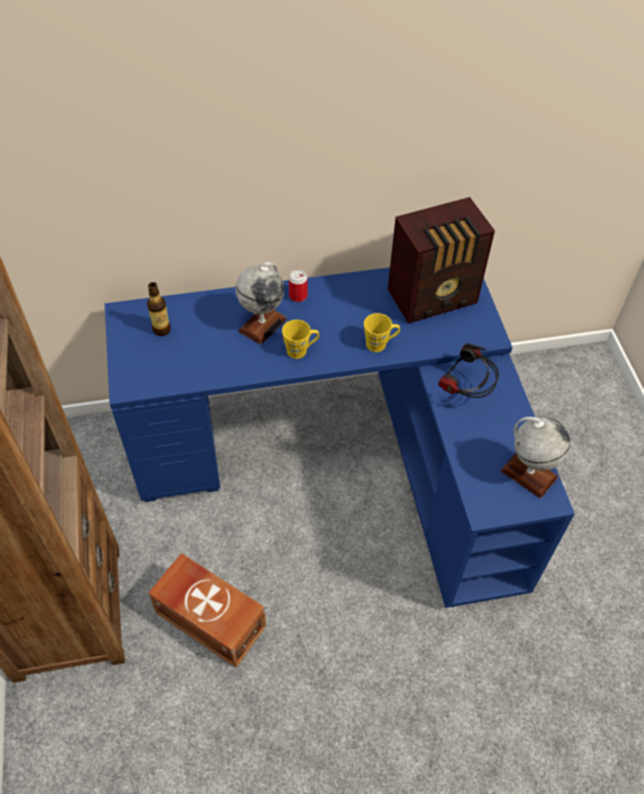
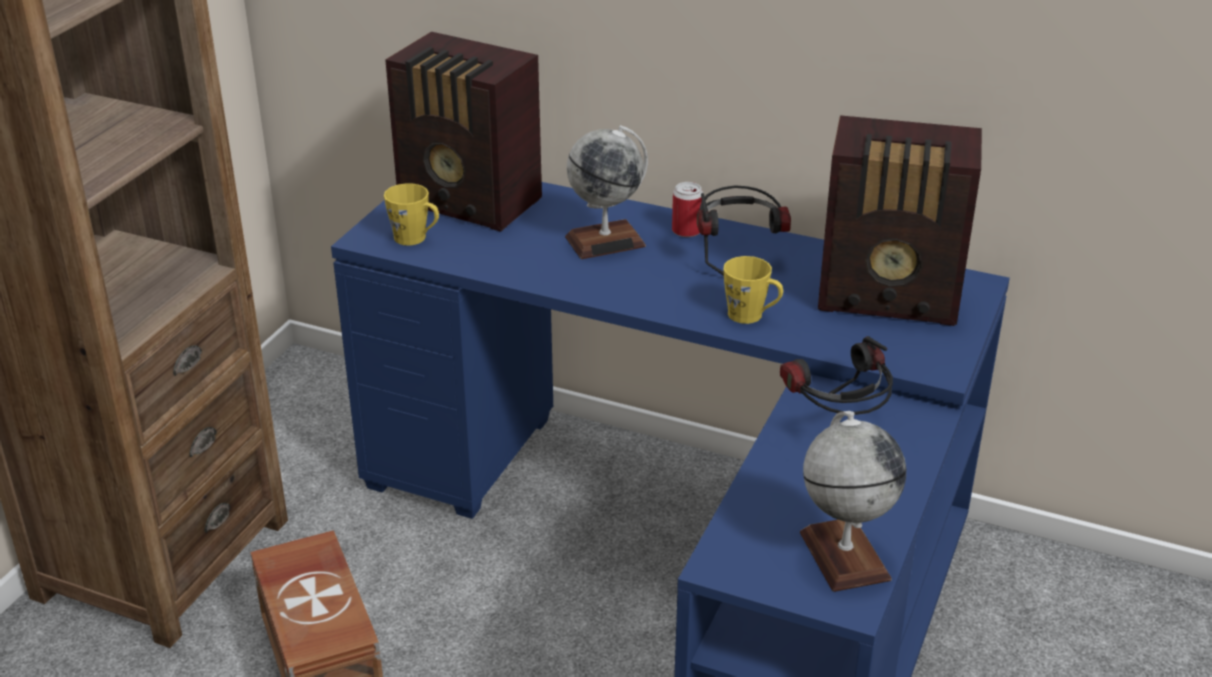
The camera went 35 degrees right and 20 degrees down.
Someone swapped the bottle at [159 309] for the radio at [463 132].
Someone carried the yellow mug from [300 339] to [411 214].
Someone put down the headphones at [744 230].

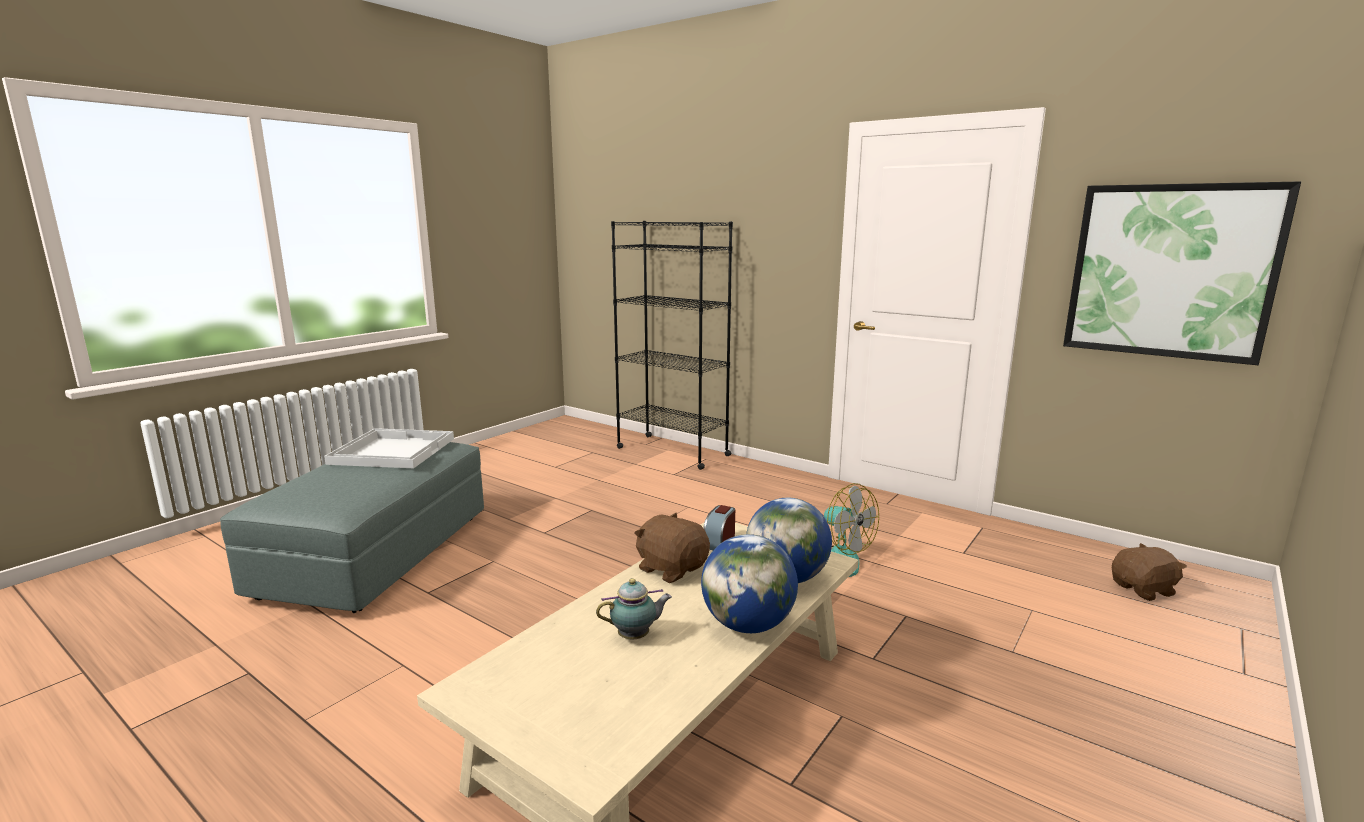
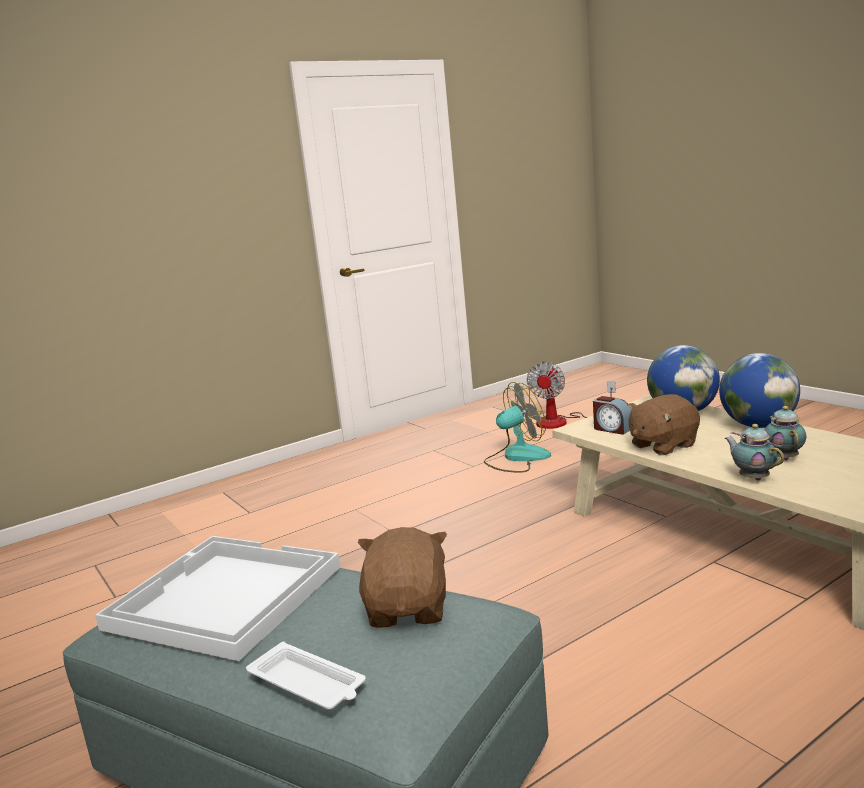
The camera went 70 degrees left and 0 degrees up.
Someone took away the black bookcase at [672 345].
Someone took away the picture at [1182 273].
Someone carried the brown plush toy from [1149 572] to [402 577].
Someone put down the white tray at [306 675].
Someone put down the fan at [571 395].
Someone put down the teapot at [754 452].

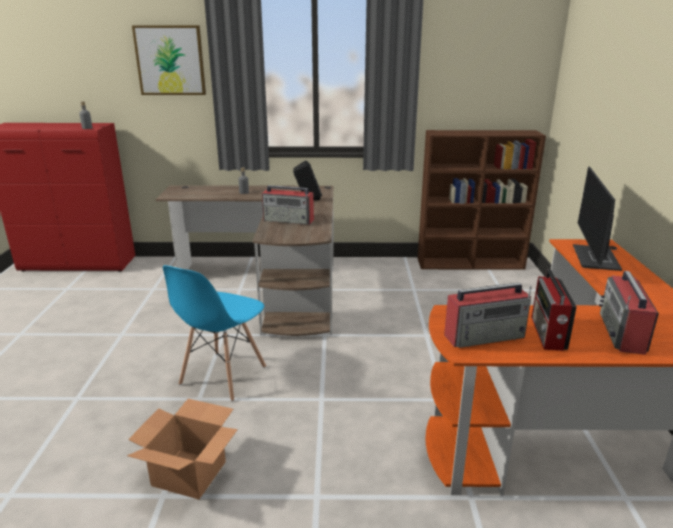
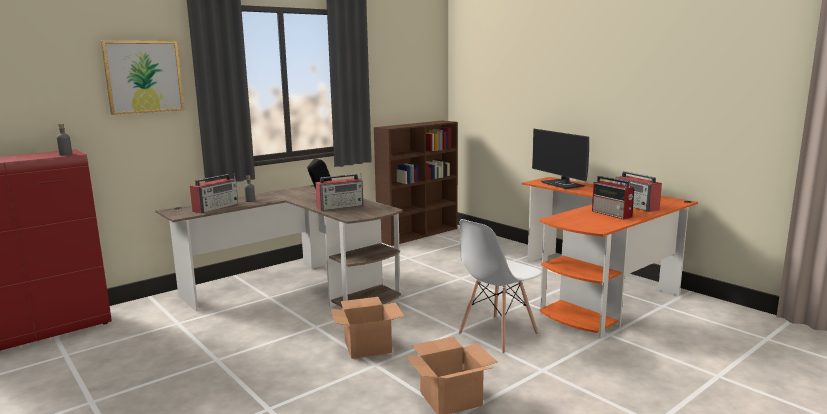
The camera went 40 degrees left and 10 degrees down.
Someone swapped the blue chair at [214 333] for the cardboard box at [367 328].
Someone carried the radio from [488 315] to [214 193].
Someone put down the white chair at [501 286].

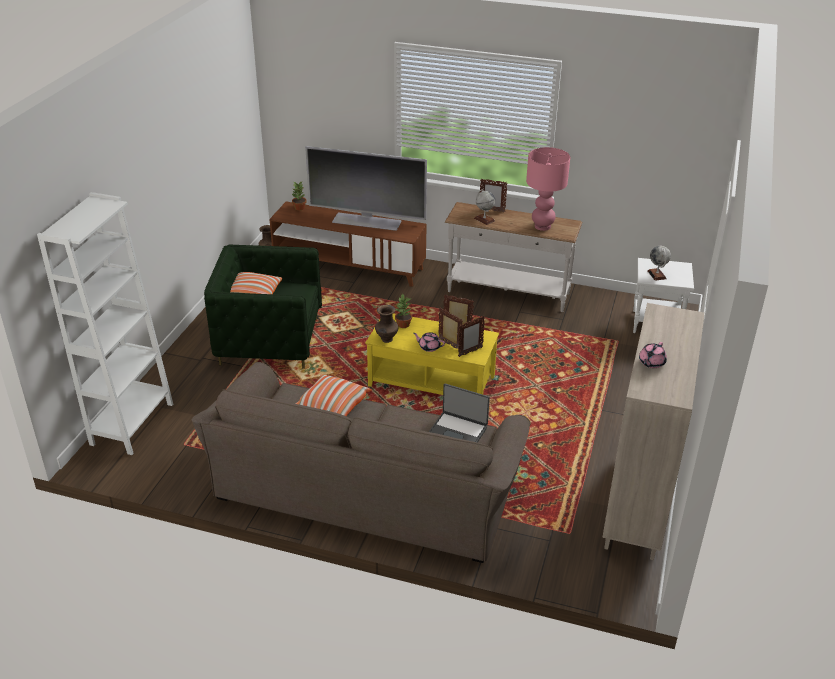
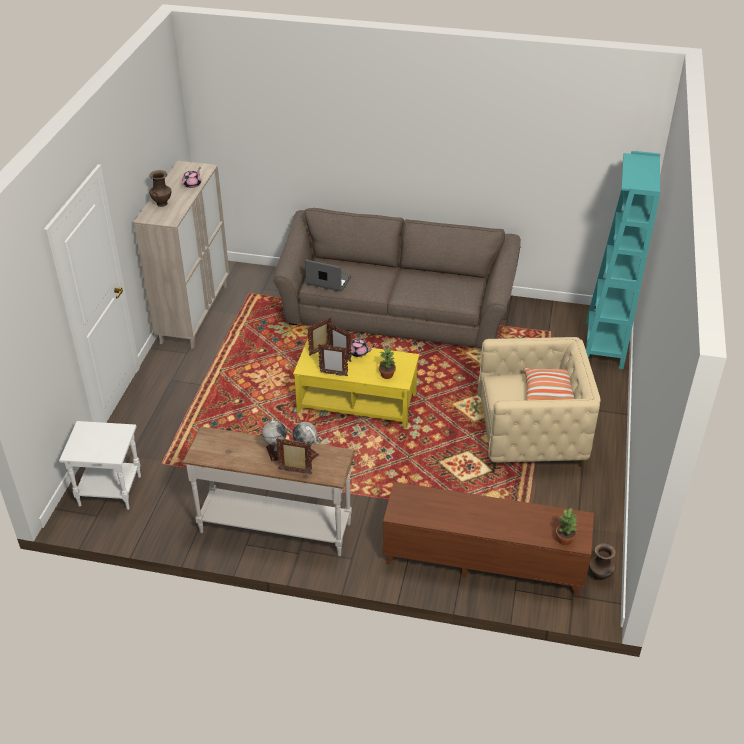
The camera went 175 degrees right and 5 degrees up.
Someone repainted the white bookcase at [105 323], which became the turquoise bookcase at [623 260].
Someone repainted the green armchair at [263 307], which became the beige armchair at [539 403].
Someone took away the pillow at [333 395].
Someone took away the television at [366 188].
Someone carried the brown vase from [386 324] to [160 188].
Someone took away the pink table lamp at [548 189].
Someone carried the globe from [659 263] to [274 440].

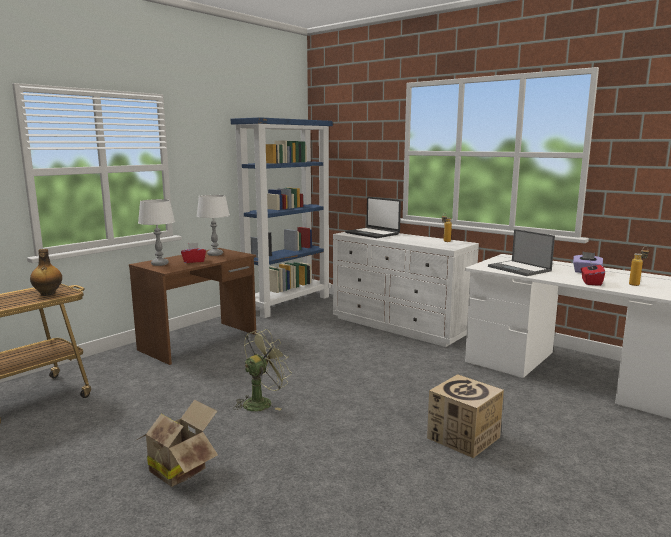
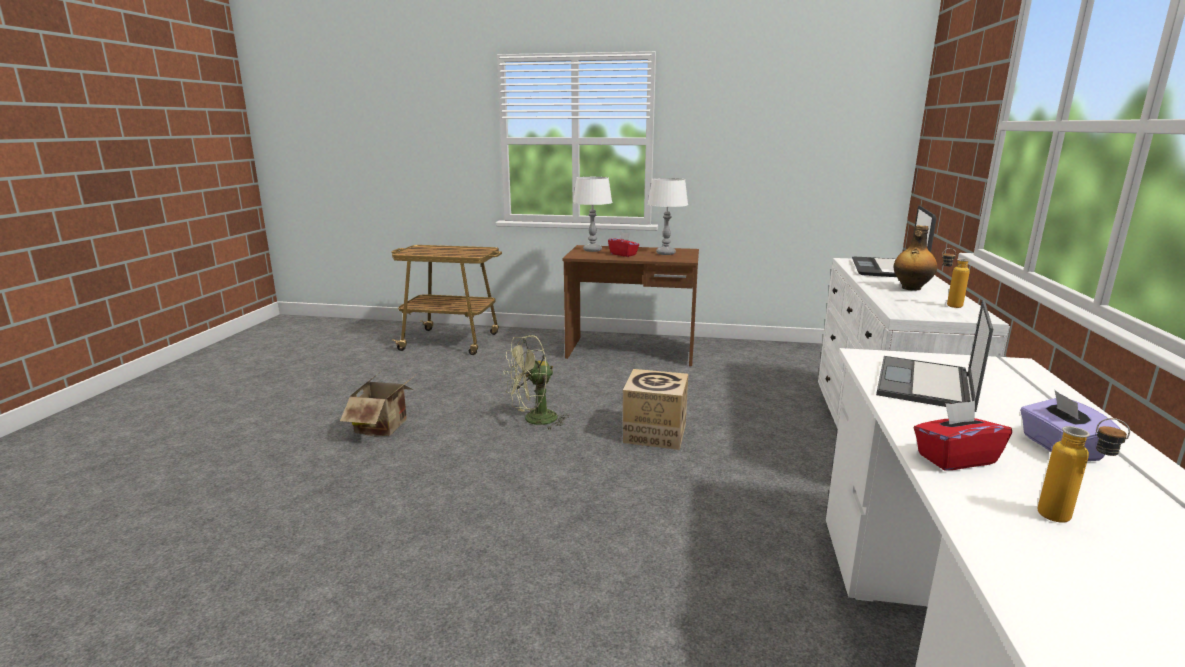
The camera went 60 degrees right and 5 degrees up.
Someone carried the bottle from [46 272] to [916 258].
Someone took away the blue bookcase at [282 217].
Someone rotated the green fan at [262 370] by 135 degrees clockwise.
Someone carried the cardboard box from [465 416] to [655 409].

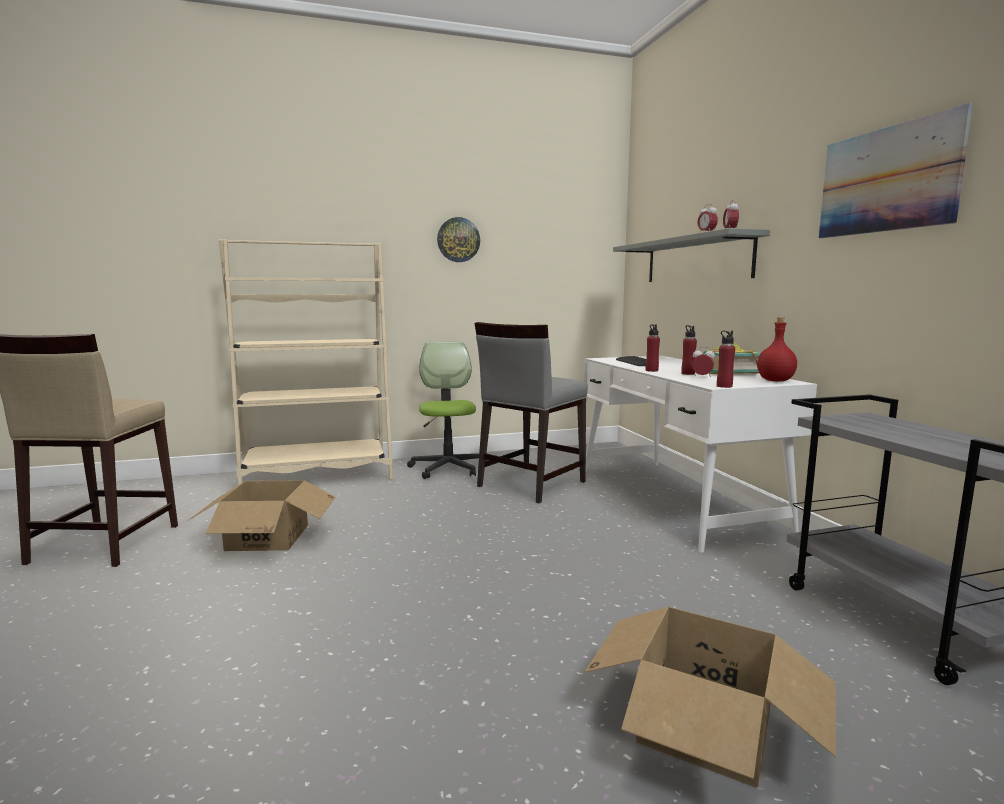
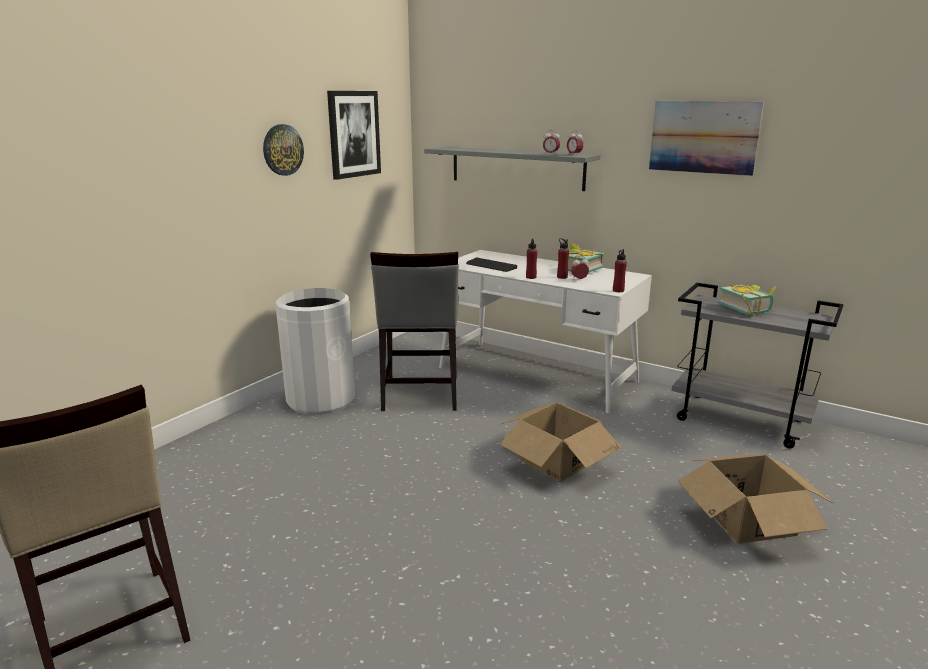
The camera went 40 degrees left and 10 degrees up.
Someone carried the cardboard box from [262 515] to [560 442].
Someone took away the beige bookcase at [306 362].
Someone swapped the office chair at [447 410] for the white trash can at [315 351].
Someone took away the red bottle at [777 349].
Someone put up the picture at [354 135].
Someone put down the book at [747 300].

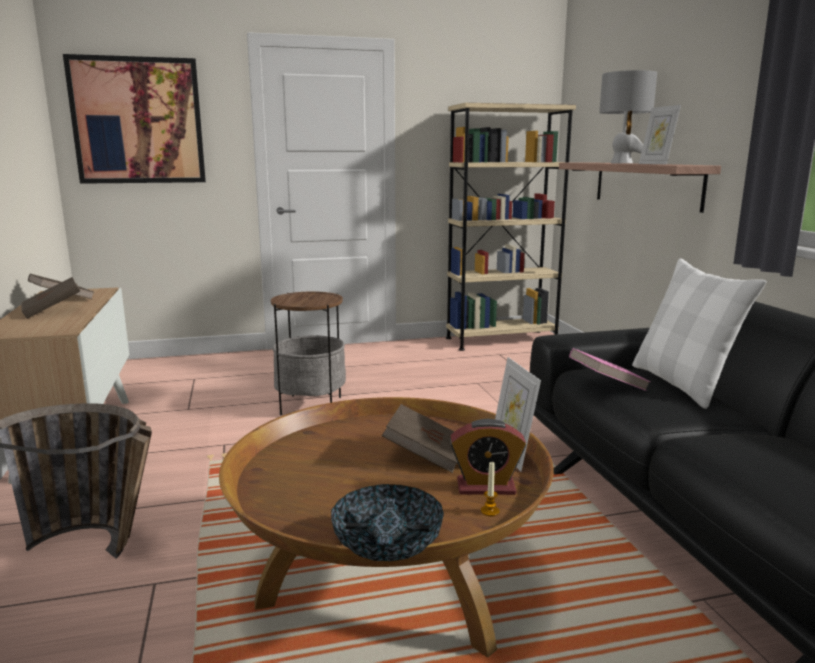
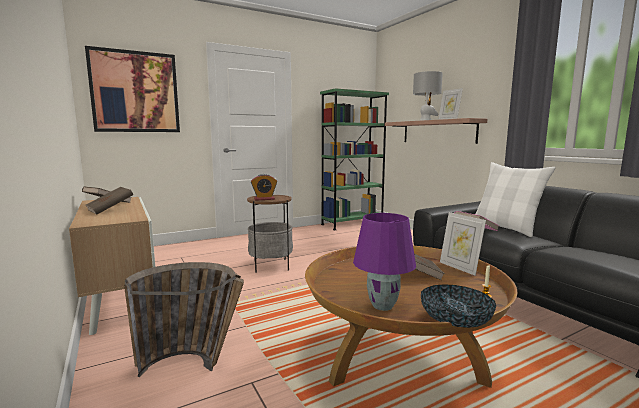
The camera went 15 degrees left and 5 degrees down.
Someone repainted the beige bookcase at [511 227], which became the green bookcase at [354 159].
Someone carried the alarm clock from [488 457] to [264 187].
Someone put down the purple table lamp at [384 262].

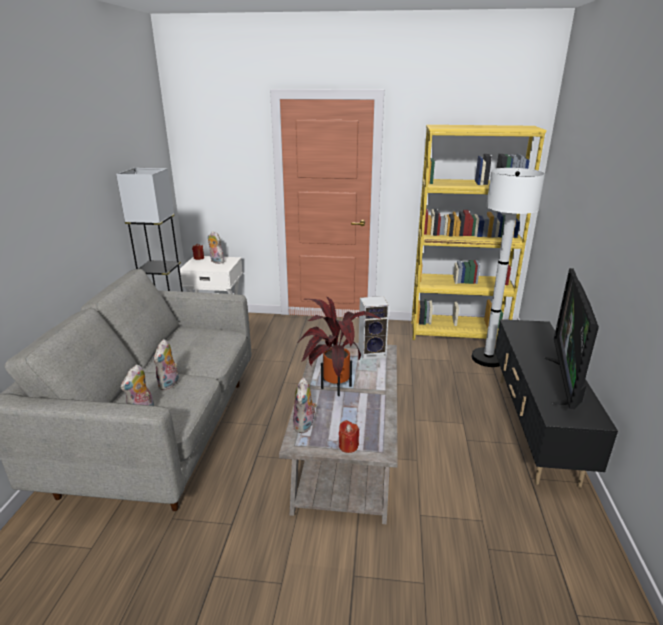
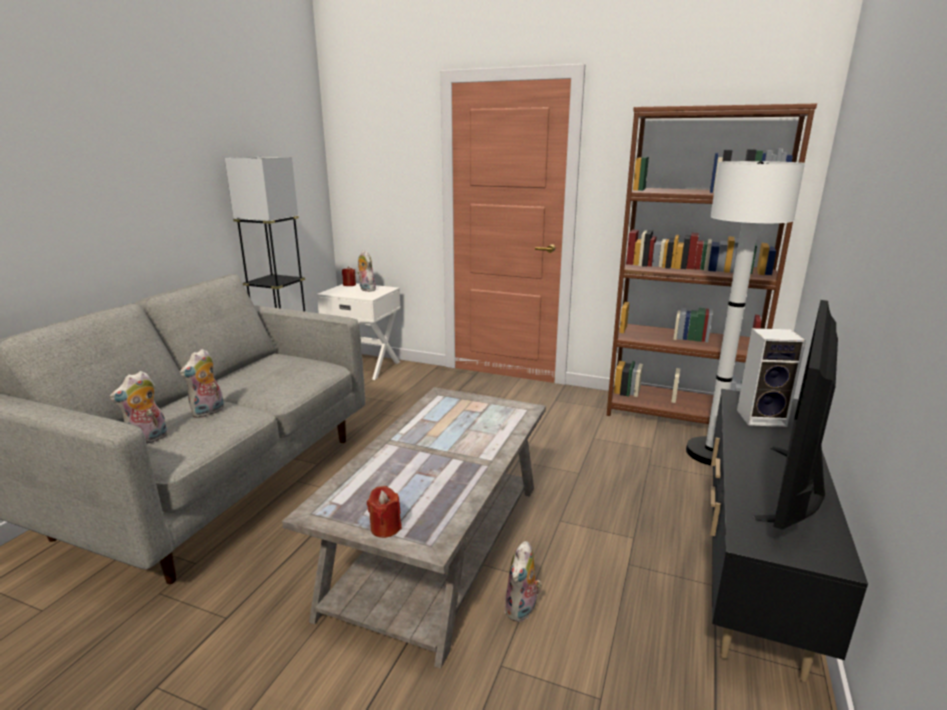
The camera went 15 degrees right and 5 degrees down.
Someone carried the plush toy from [305 405] to [523 581].
Someone took away the potted plant at [339 346].
Someone carried the speaker from [373 328] to [771 377].
Someone repainted the yellow bookcase at [478 232], which became the brown bookcase at [711 264].

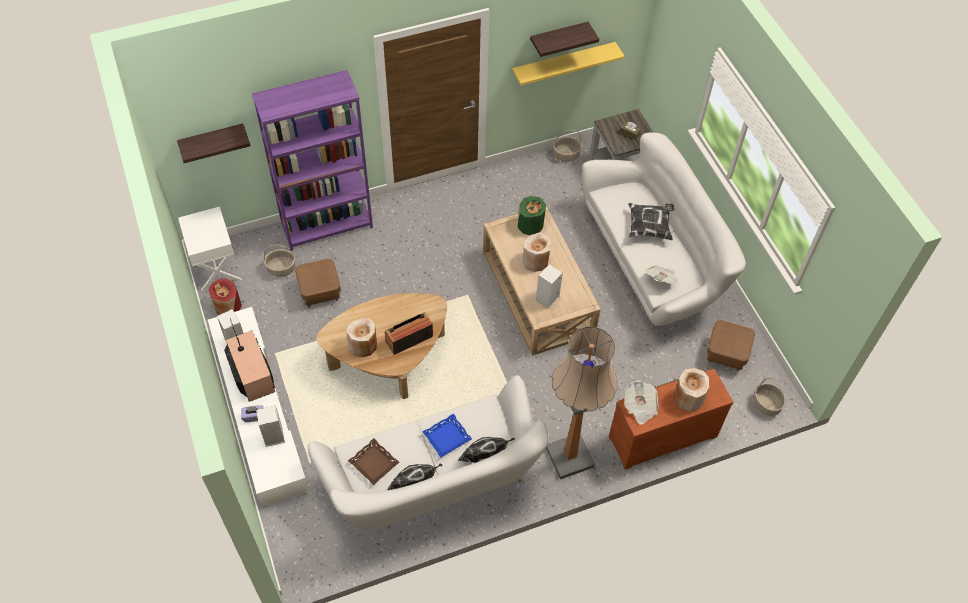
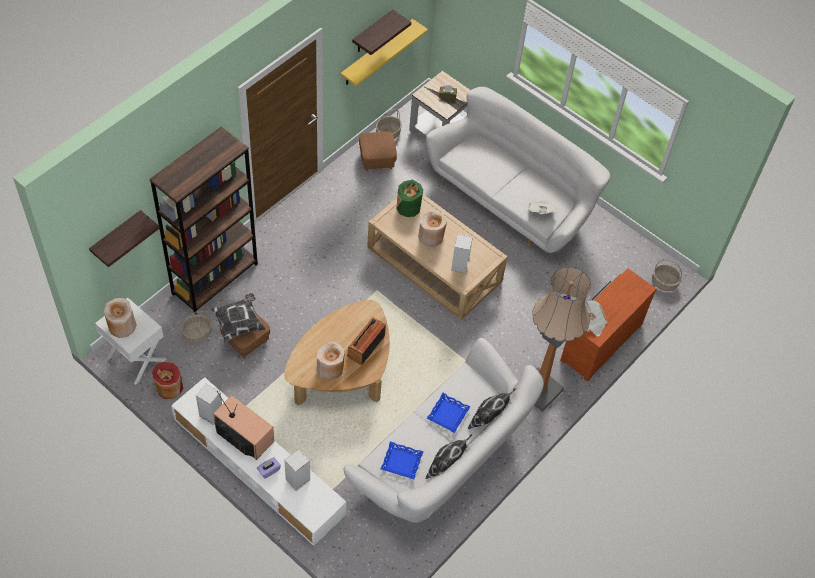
The camera went 30 degrees left and 0 degrees up.
Someone repainted the purple bookcase at [312 160], which became the brown bookcase at [204 220].
Someone repainted the brown tray at [373 461], which became the blue tray at [402 460].
Someone carried the pillow from [651 221] to [238 318].
Someone carried the beige vase from [691 390] to [120 318].
Someone carried the brown ottoman from [731 345] to [378 151].

